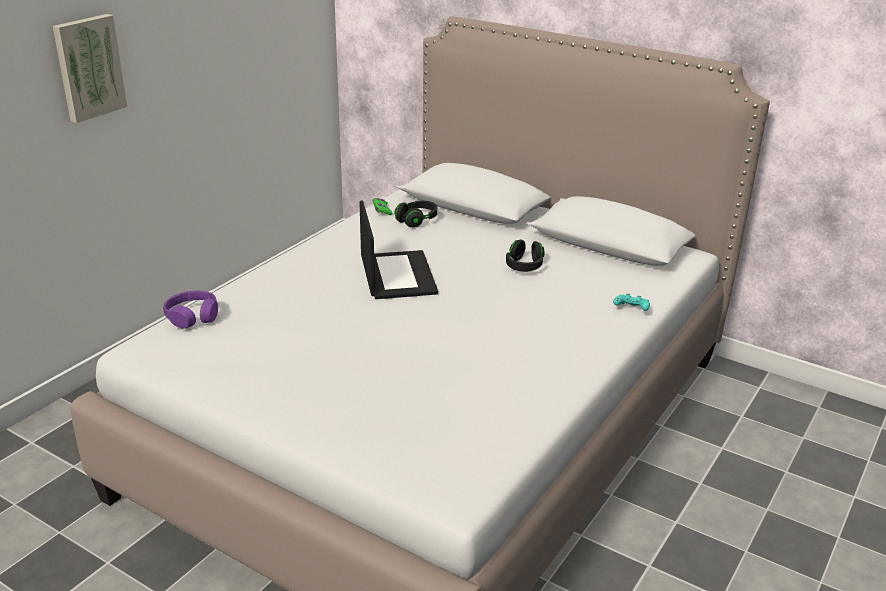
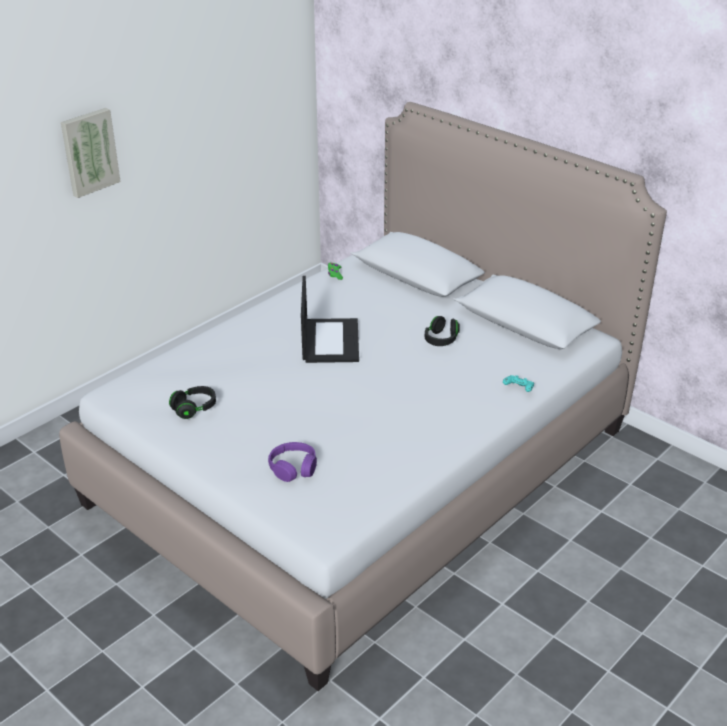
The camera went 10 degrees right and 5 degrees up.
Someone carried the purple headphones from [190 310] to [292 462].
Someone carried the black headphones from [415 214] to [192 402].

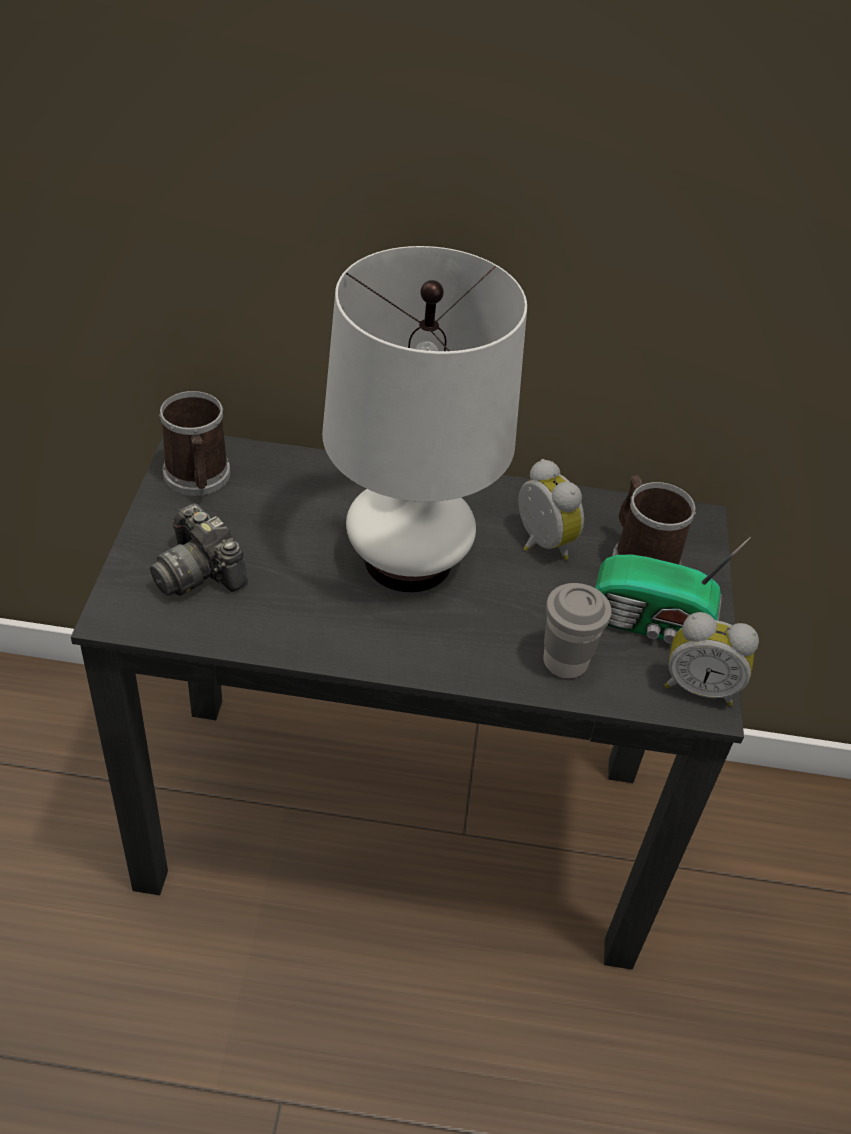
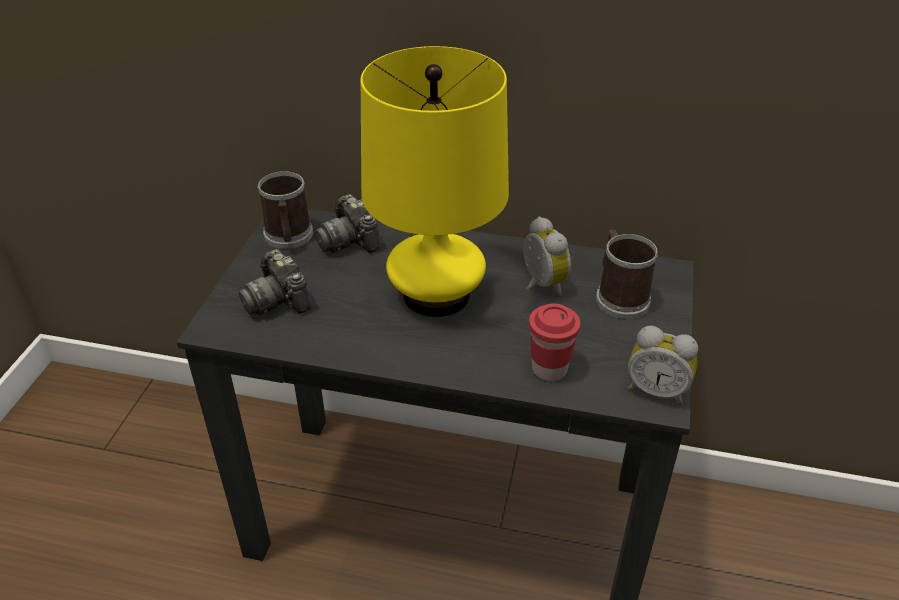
The camera went 10 degrees right and 5 degrees down.
Someone repainted the white table lamp at [424 419], which became the yellow table lamp at [435 181].
Someone repainted the grey cup at [577 630], which became the red cup at [555 342].
Someone took away the radio at [673 590].
Someone put down the photo camera at [348 223].

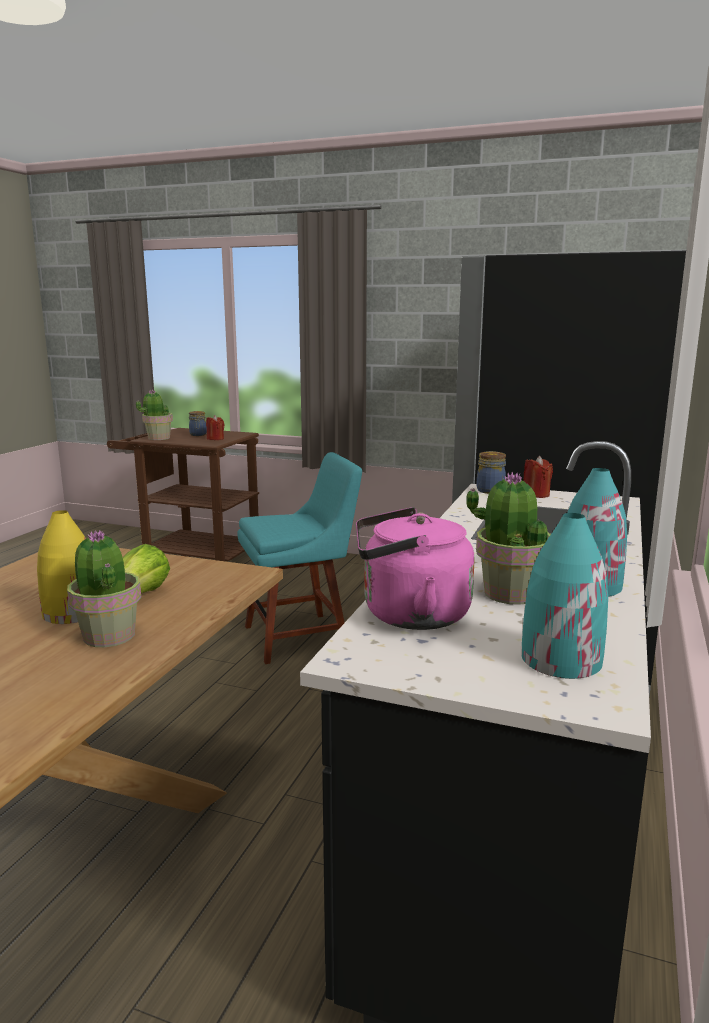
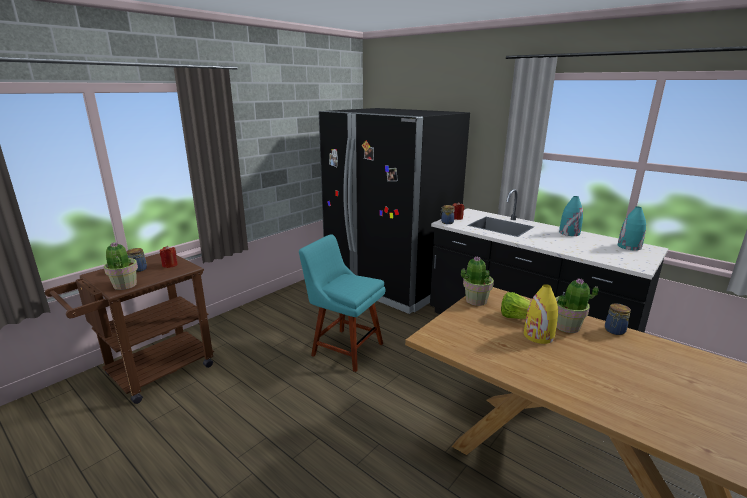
The camera went 70 degrees left and 5 degrees up.
Someone rotated the turquoise chair at [299 558] by 60 degrees counterclockwise.
Someone took away the pink kettle at [415 568].
Someone carried the potted plant from [508 538] to [477 281].
Someone put down the jar at [618 319].

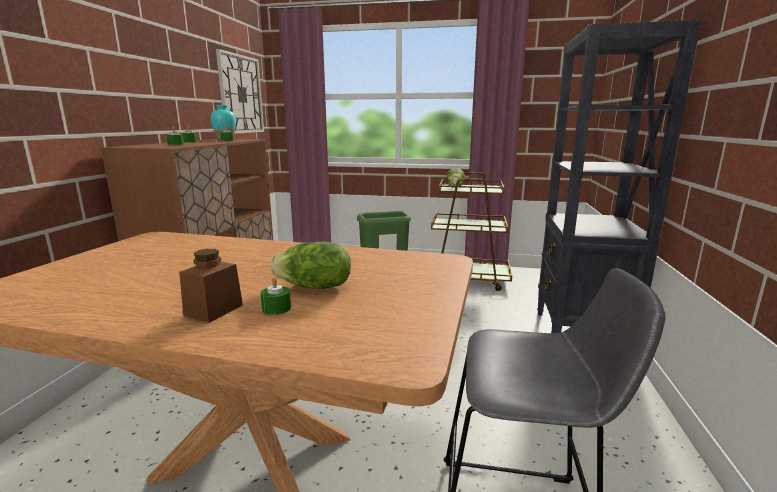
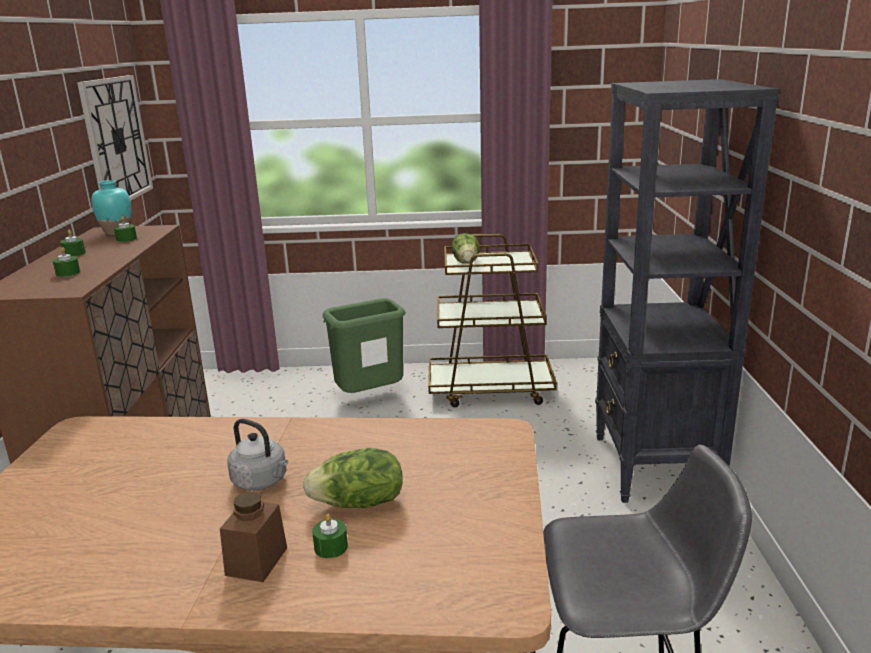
The camera went 10 degrees left and 5 degrees up.
Someone put down the grey kettle at [258 455].

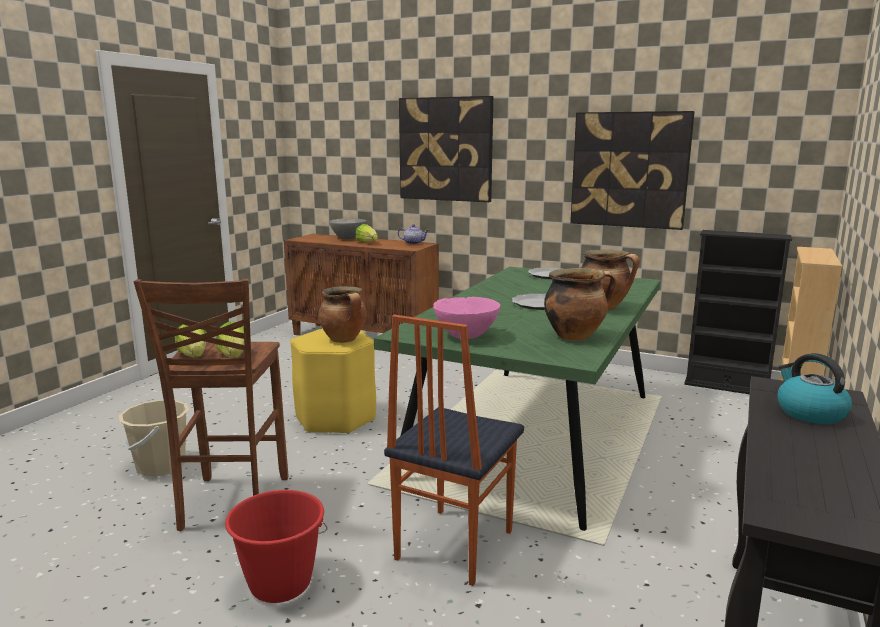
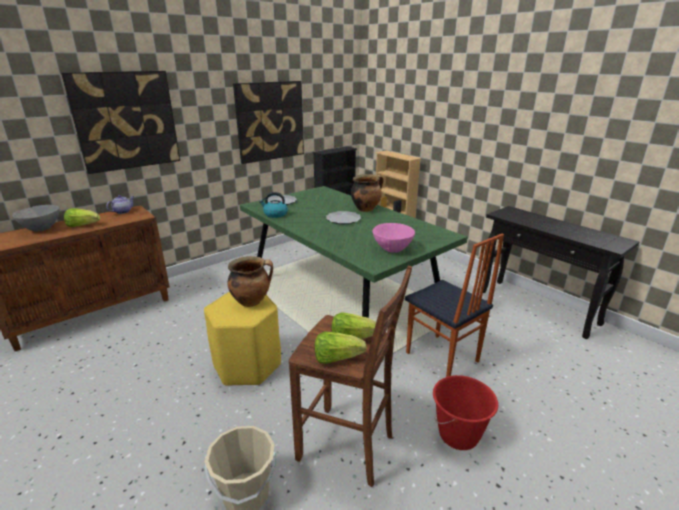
The camera went 65 degrees left and 10 degrees up.
Someone took away the cooking pot at [580 304].
Someone carried the kettle from [814 388] to [273 205].

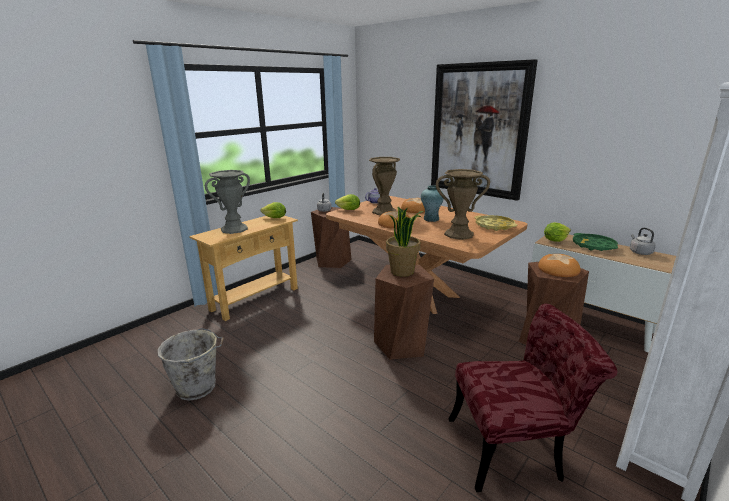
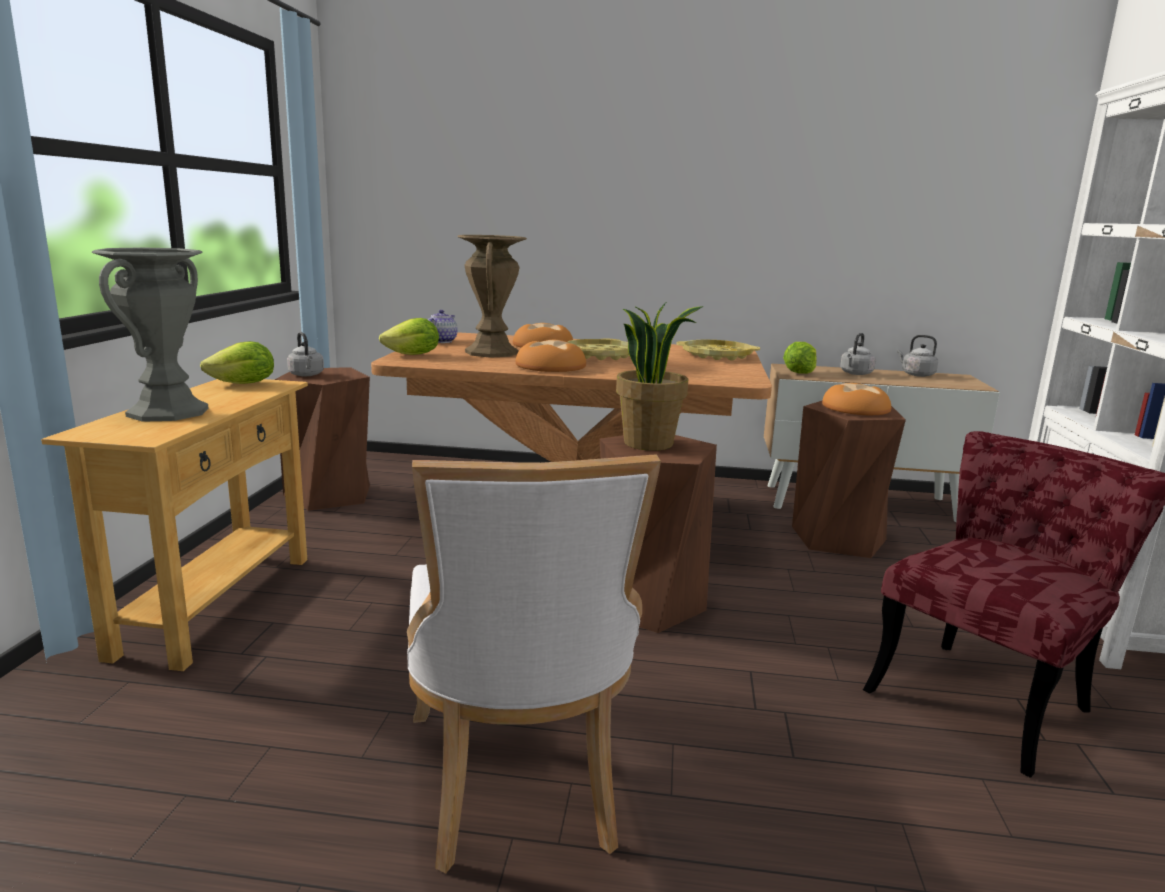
The camera went 35 degrees left and 5 degrees down.
Someone took away the grey bucket at [190 364].
Someone swapped the turquoise vase at [432 203] for the yellow tray at [598 349].
Someone took away the picture at [484 130].
Someone took away the brown vase at [463 204].
Someone swapped the green tray at [595 242] for the grey kettle at [858 354].
Someone put down the white chair at [534 663].

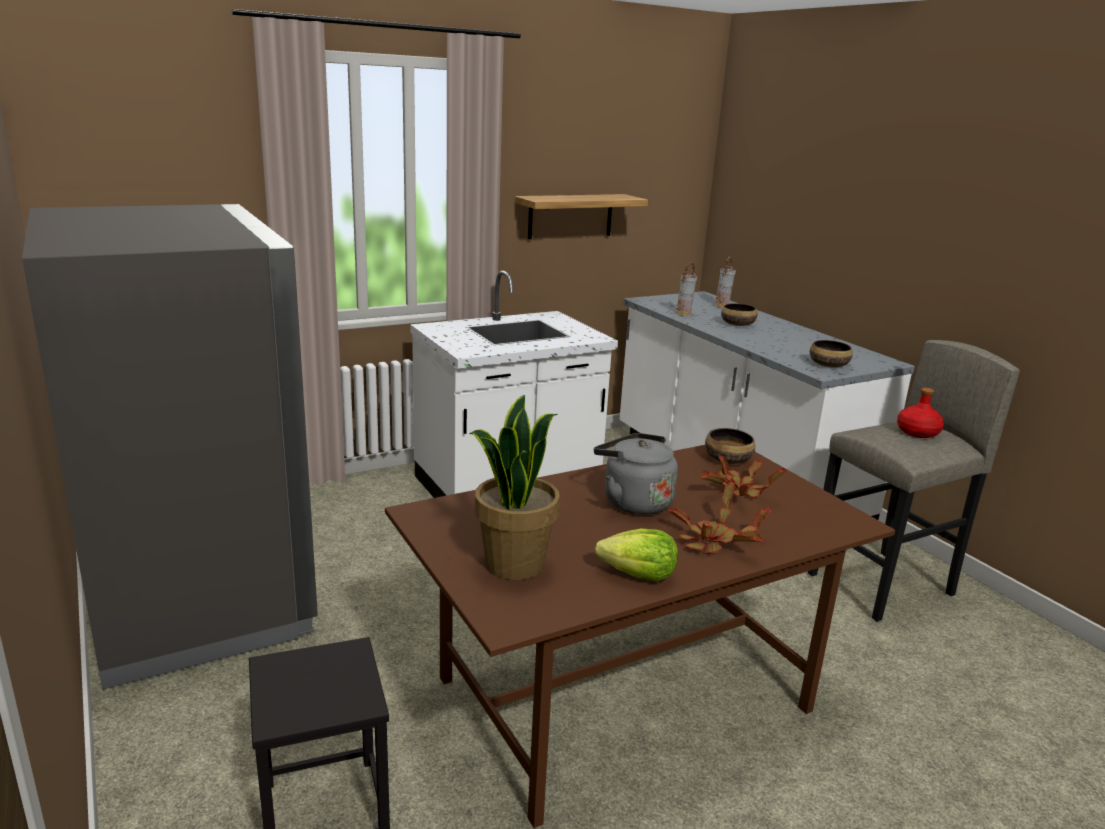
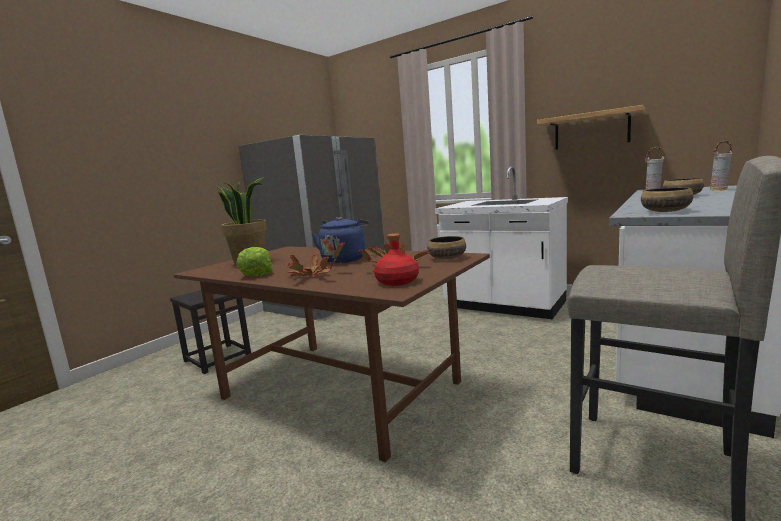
The camera went 65 degrees right and 10 degrees down.
Someone repainted the grey kettle at [636 473], which became the blue kettle at [340 240].
Someone carried the red bottle from [920 413] to [396 259].

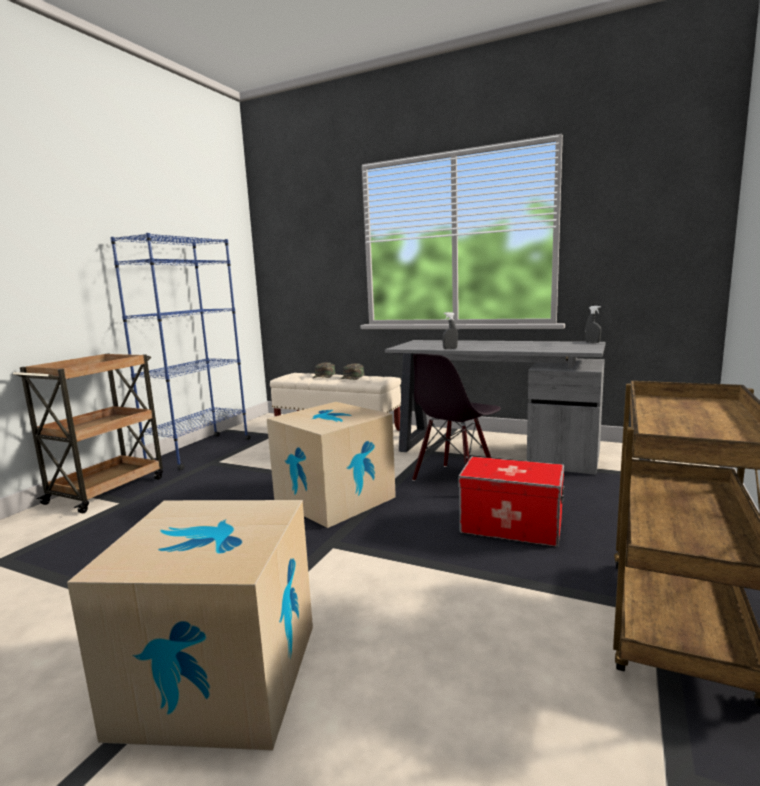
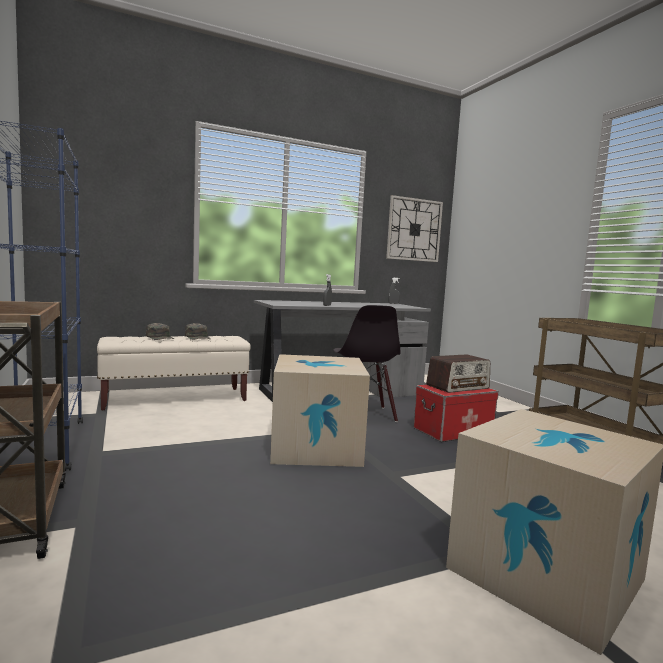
The camera went 50 degrees left and 5 degrees down.
Someone put up the wall clock at [414 228].
Someone put down the radio at [458 373].

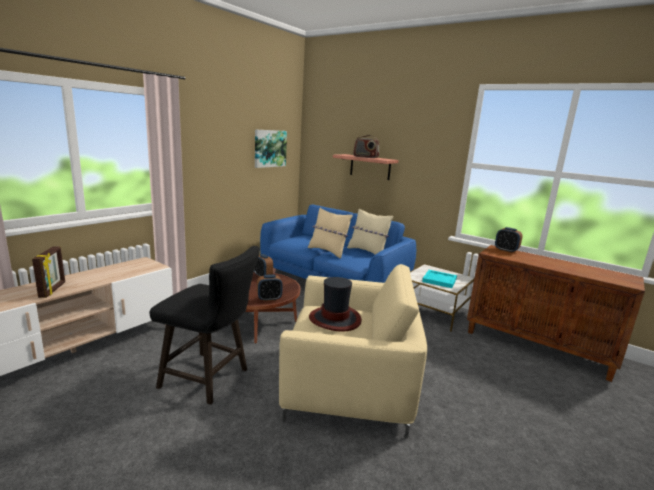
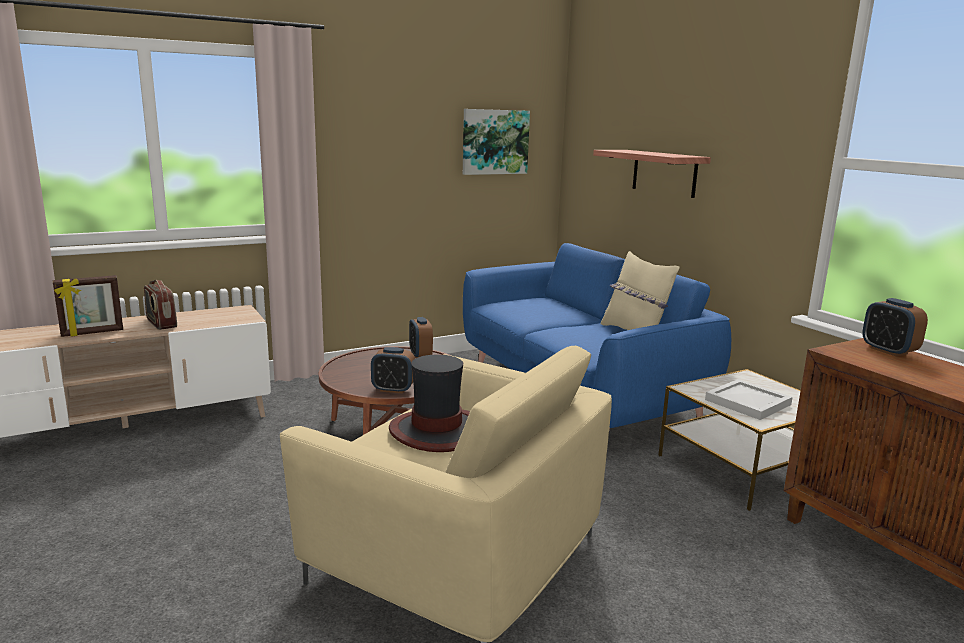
The camera went 25 degrees right and 0 degrees up.
Someone rotated the picture frame at [48 272] by 45 degrees clockwise.
Someone took away the black stool at [205 325].
Someone took away the beige pillow at [330 233].
Someone carried the radio from [366 146] to [160 305].
Someone repainted the turquoise tray at [439 279], which became the white tray at [749 399].

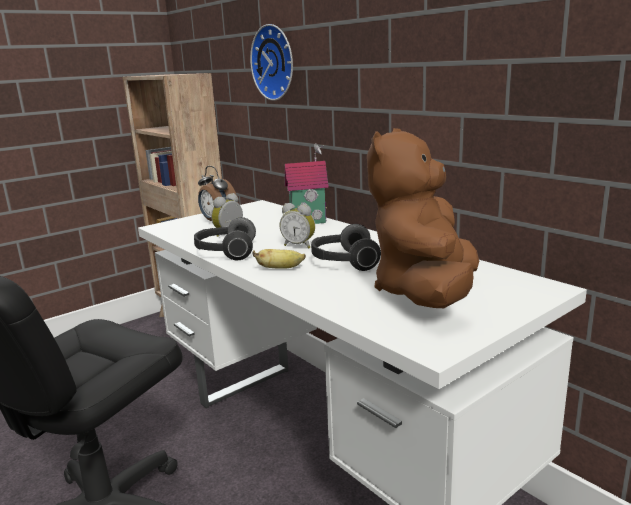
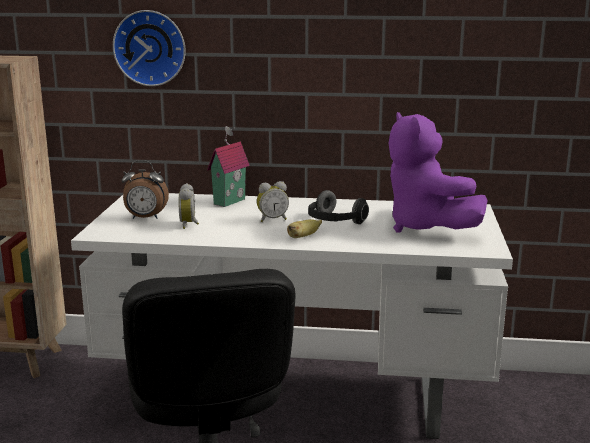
The camera went 45 degrees left and 0 degrees up.
Someone took away the headphones at [225 238].
Someone repainted the brown plush toy at [423 218], which became the purple plush toy at [438 172].

